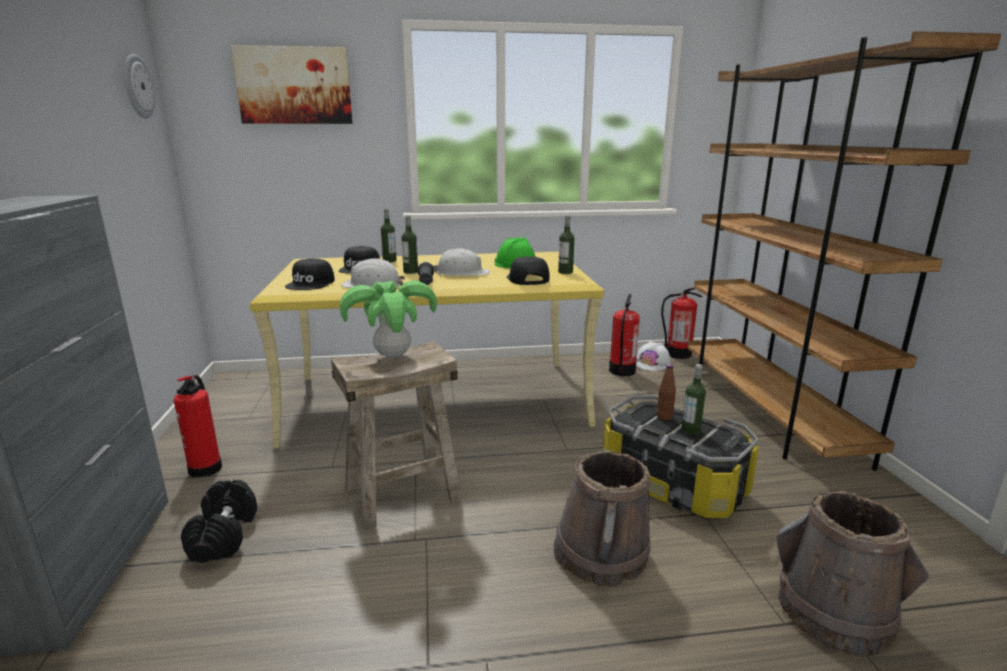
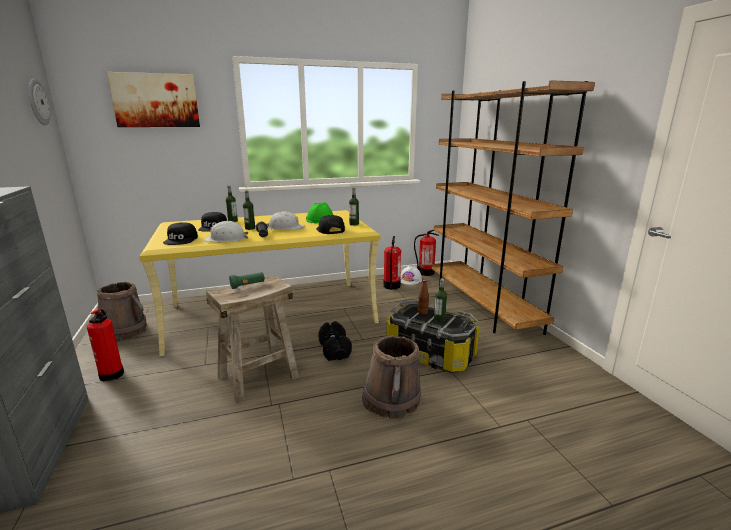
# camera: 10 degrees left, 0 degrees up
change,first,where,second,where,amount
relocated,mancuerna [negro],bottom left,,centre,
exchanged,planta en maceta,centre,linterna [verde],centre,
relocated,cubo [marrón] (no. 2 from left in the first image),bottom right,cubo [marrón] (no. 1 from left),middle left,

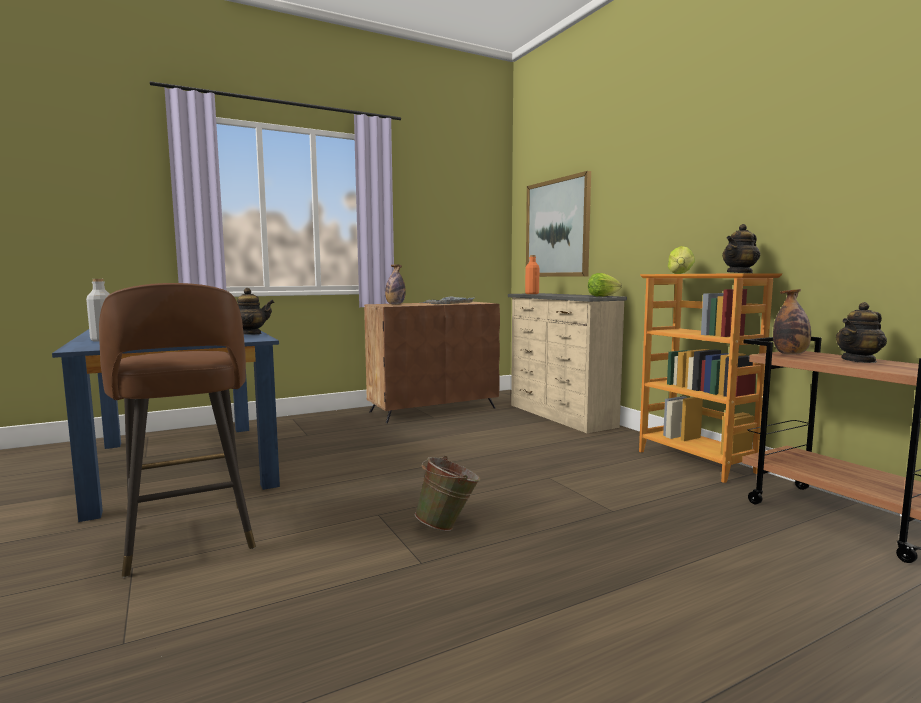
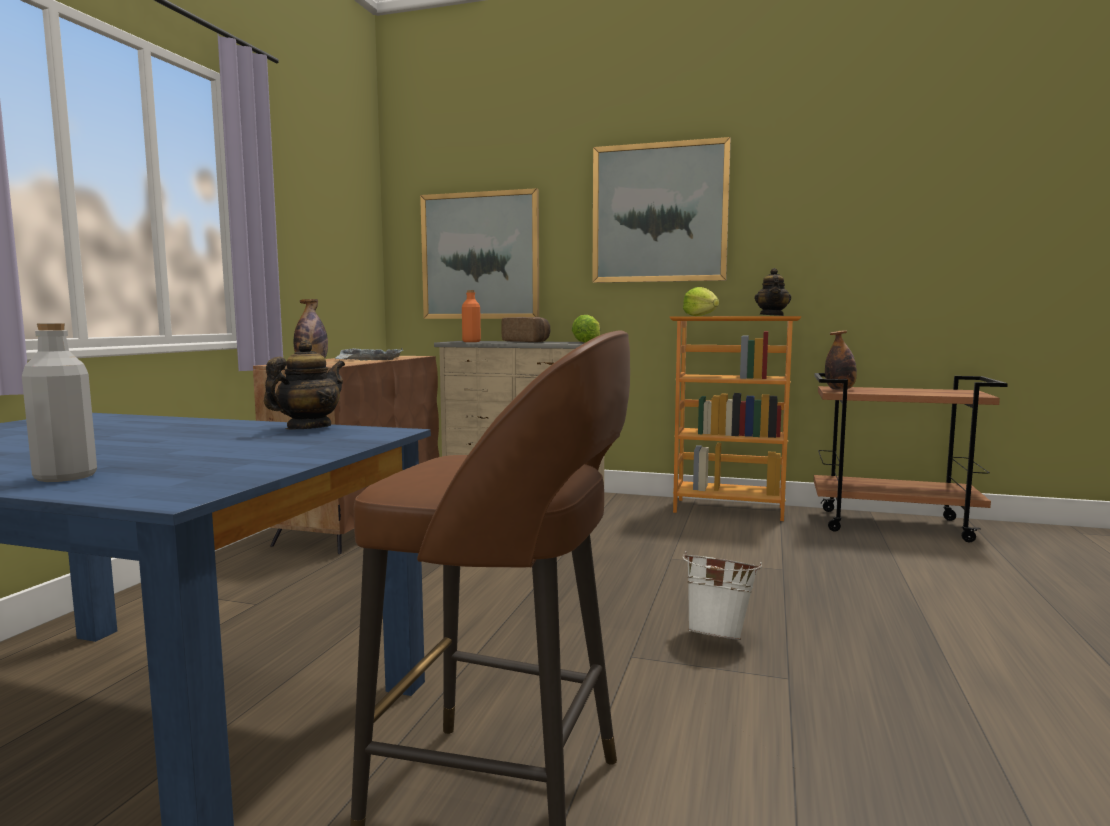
# camera: 45 degrees left, 0 degrees up
change,first,where,second,where,amount
colour,cubo [verde],bottom centre,cubo [blanco],bottom centre,
missing,tetera (no. 3 from left),middle right,,,
appeared,,,pan,centre,
appeared,,,cuadro (no. 2 from left),top centre,

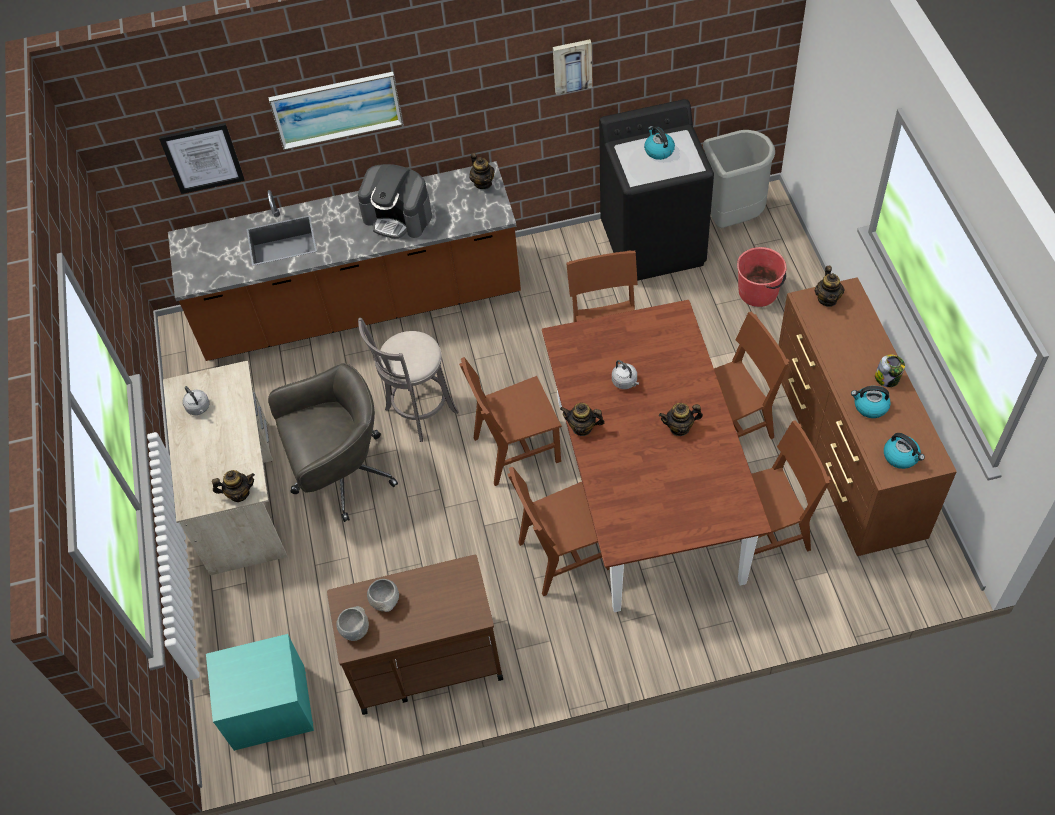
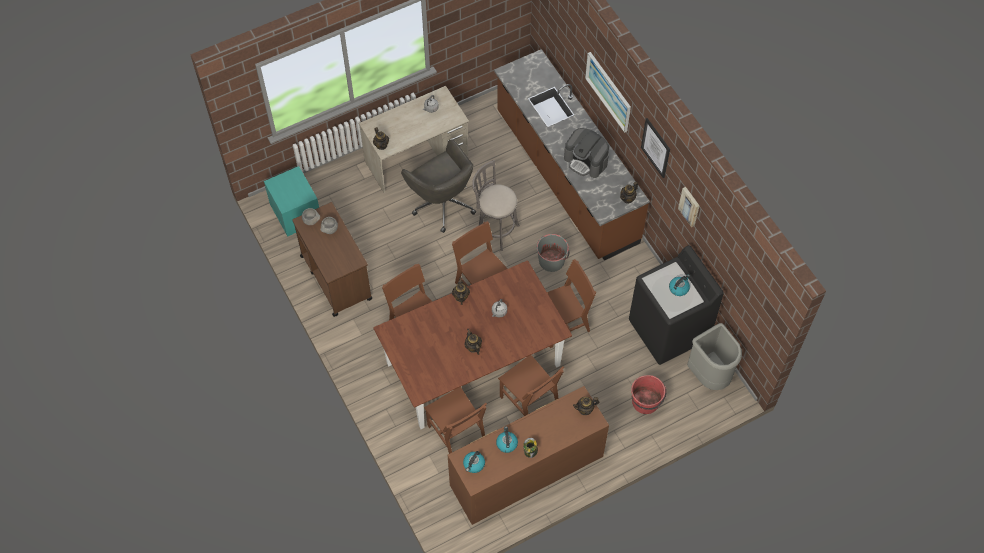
# camera: 70 degrees right, 5 degrees up
change,first,where,second,where,amount
relocated,cuadro (no. 1 from left in the first image),top left,cuadro (no. 2 from left),top centre,
spun,cafetera,top centre,,top centre,60 degrees counterclockwise
appeared,,,cubo [gris],centre,

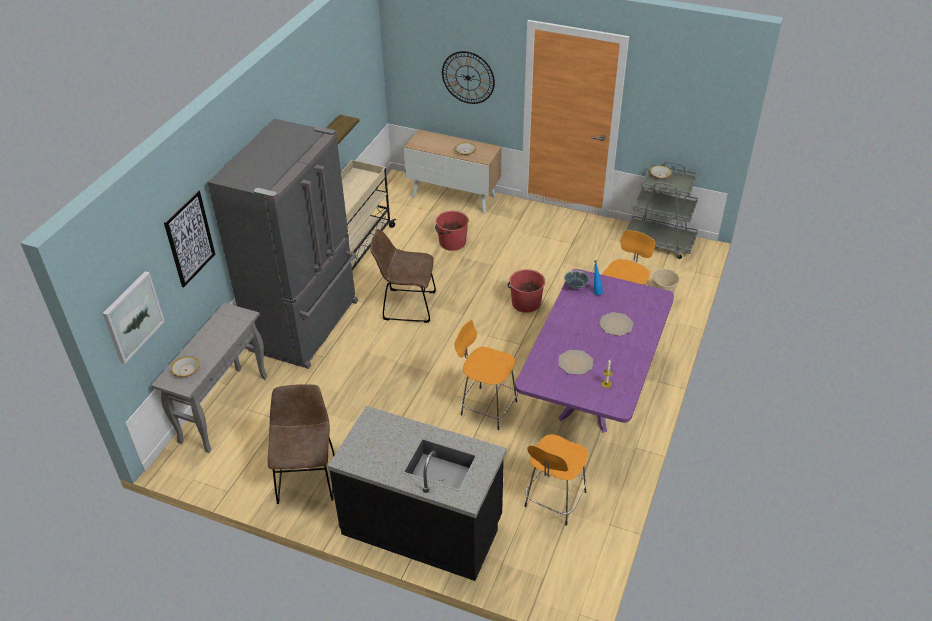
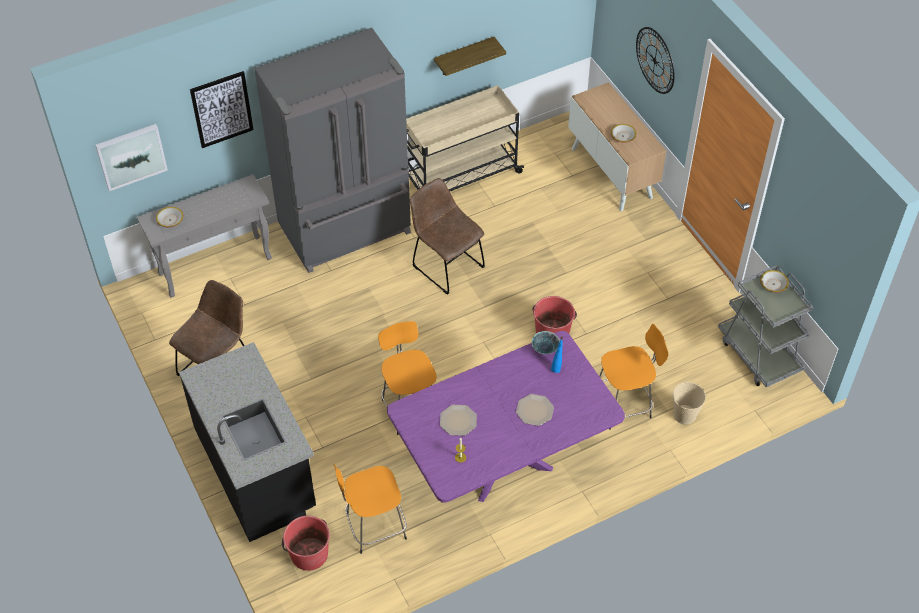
# camera: 40 degrees right, 10 degrees up
change,first,where,second,where,amount
relocated,cubo [rojo] (no. 1 from left),centre,,bottom left,

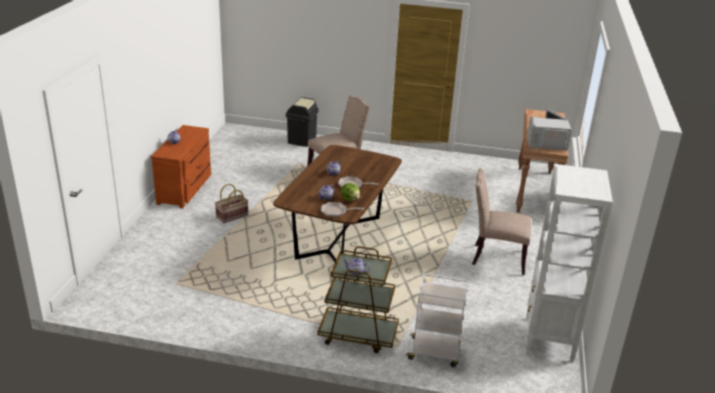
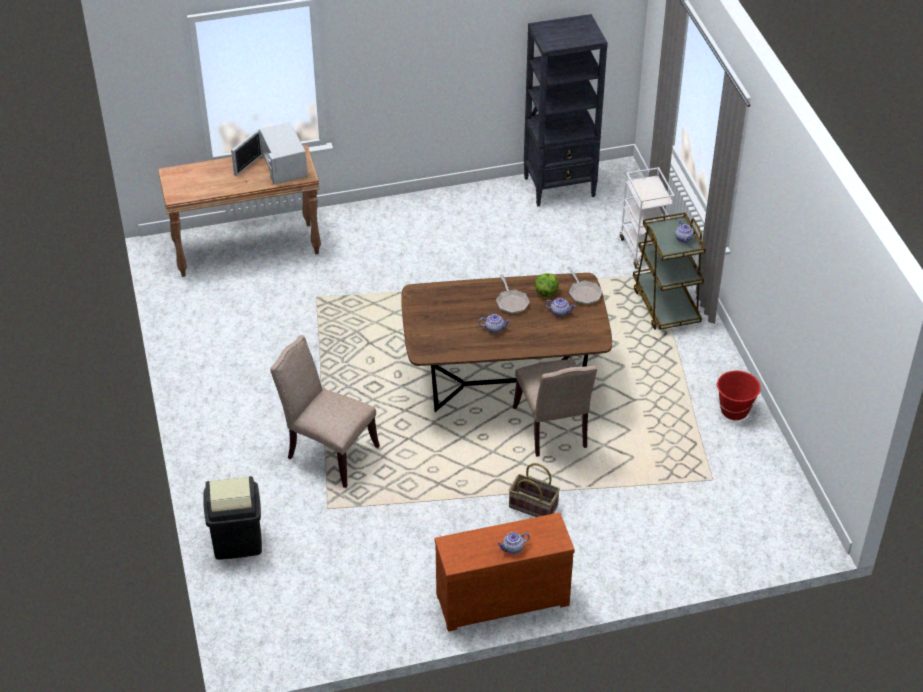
# camera: 115 degrees left, 15 degrees up
change,first,where,second,where,amount
relocated,silla [beis] (no. 2 from left),middle right,,centre,
colour,estantería [blanco],bottom right,estantería [negro],top centre,
appeared,,,cubo [rojo],middle right,

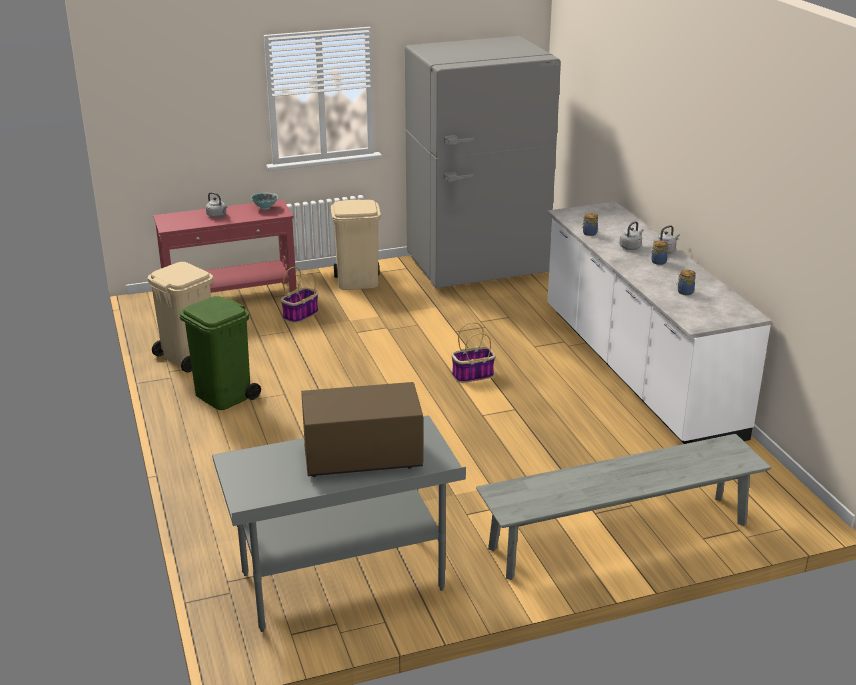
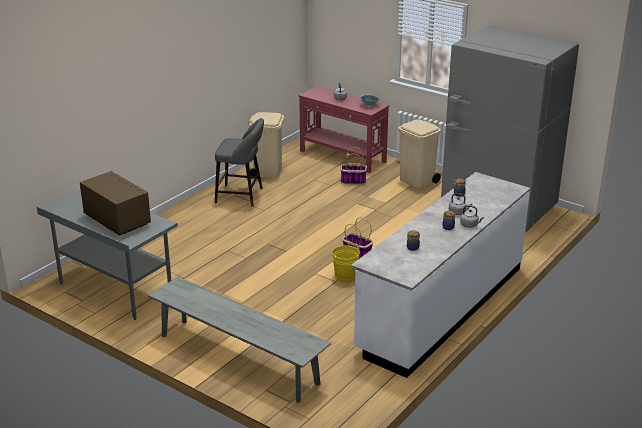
# camera: 55 degrees right, 0 degrees up
change,first,where,second,where,amount
exchanged,papelera [verde],middle left,taburete [gris],centre,
appeared,,,cubo [amarillo],centre,

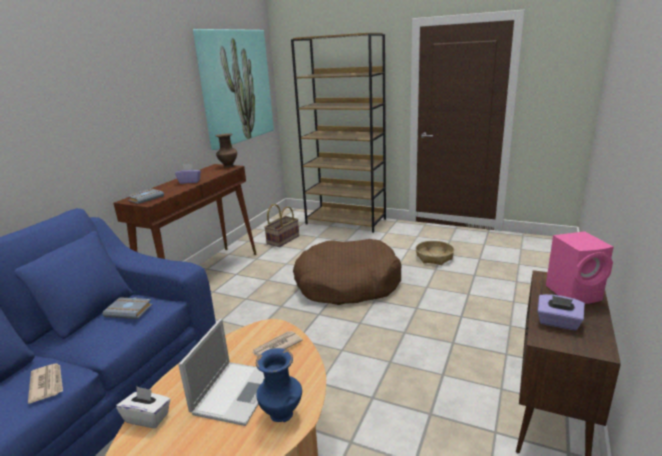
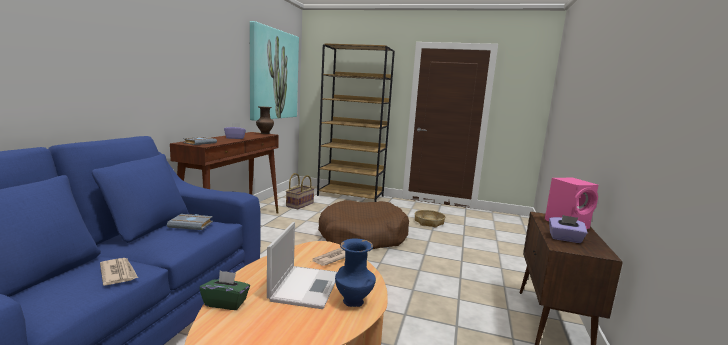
# camera: 10 degrees left, 10 degrees down
change,first,where,second,where,amount
colour,caja de pañuelos [blanco],bottom left,caja de pañuelos [verde],bottom left,

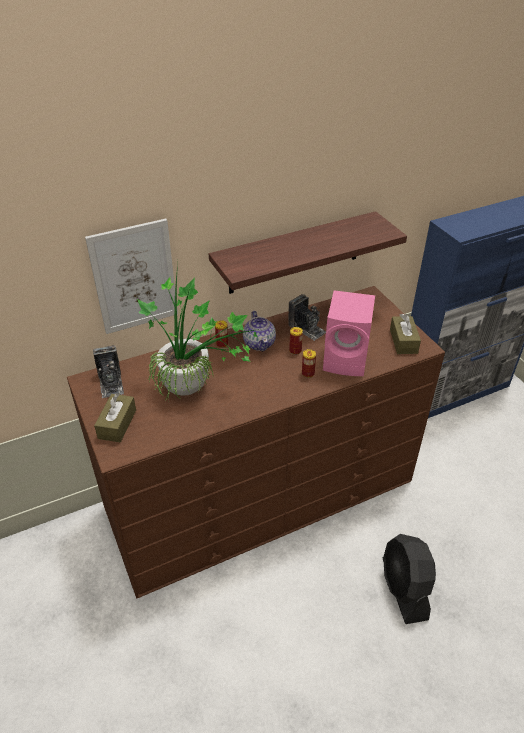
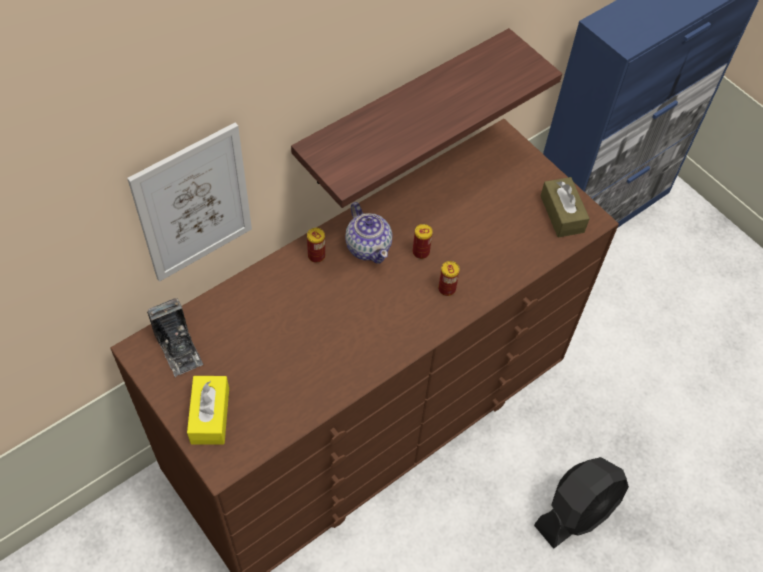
# camera: 15 degrees left, 15 degrees up
change,first,where,second,where,amount
colour,caja de pañuelos [marrón] (no. 1 from left),middle left,caja de pañuelos [amarillo],bottom left,
missing,planta en maceta,centre,,,
missing,cámara (no. 2 from left),centre,,,
missing,altavoz [rosa],centre,,,
spun,ventilador [negro],bottom right,,bottom right,105 degrees counterclockwise

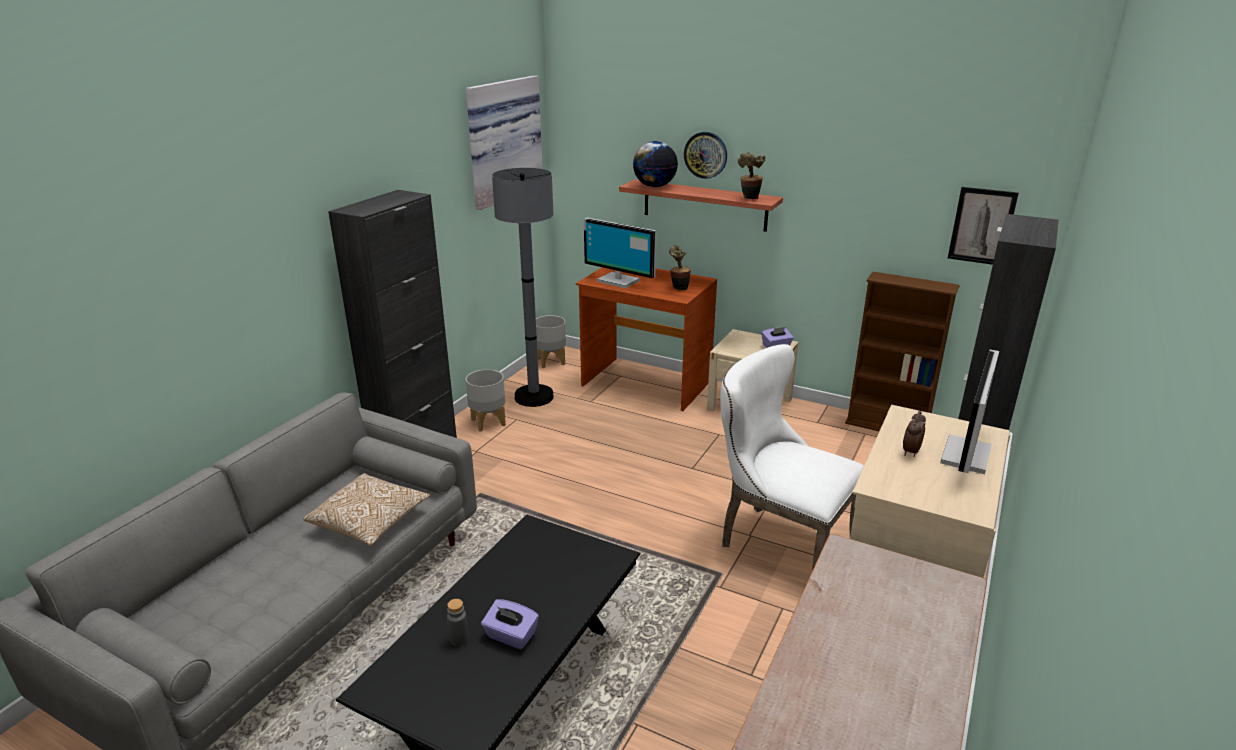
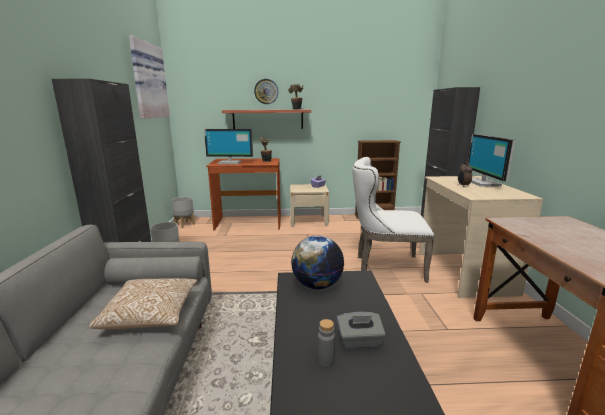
# camera: 30 degrees left, 10 degrees down
change,first,where,second,where,amount
colour,caja de pañuelos [morado] (no. 1 from left),bottom centre,caja de pañuelos [gris],bottom centre,
missing,lámpara de pie [gris],centre,,,
relocated,globo terráqueo,top centre,,centre,
missing,cuadro (no. 2 from left),top right,,,

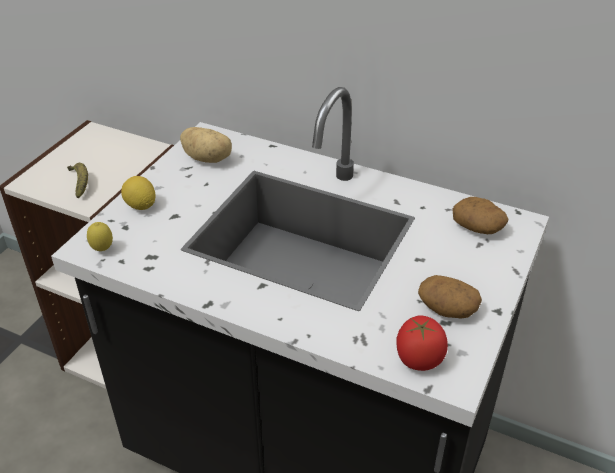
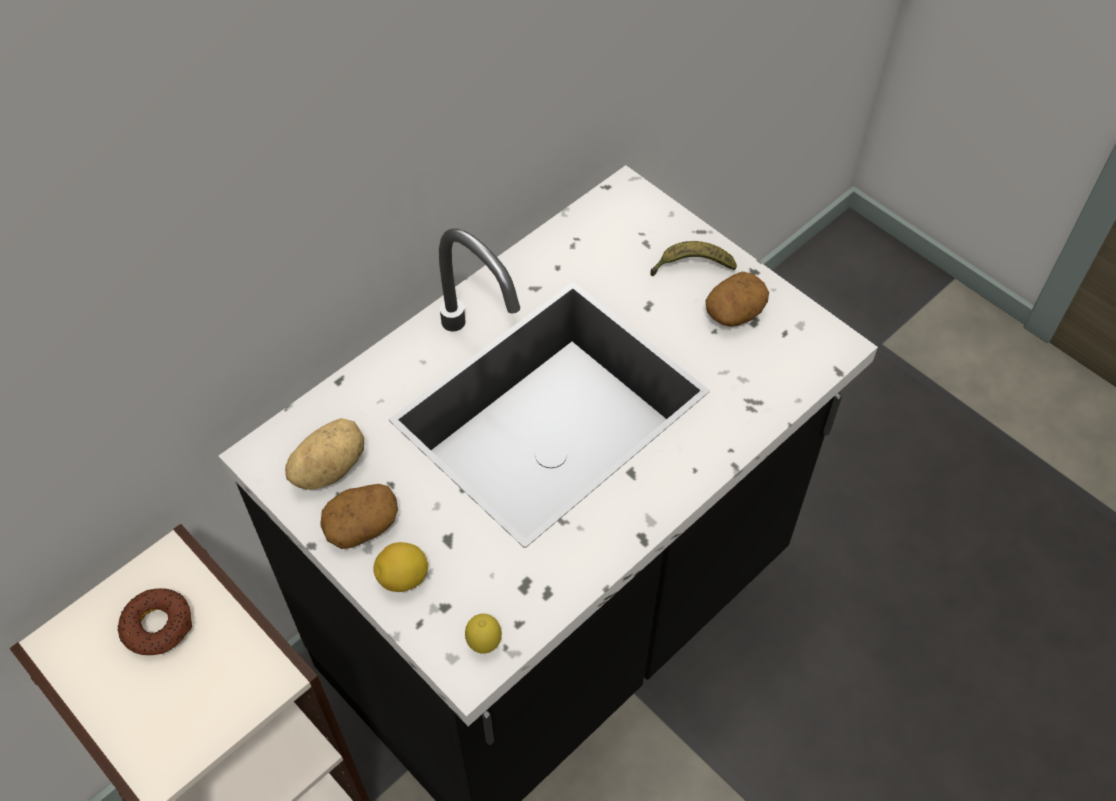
# camera: 70 degrees left, 15 degrees up
change,first,where,second,where,amount
relocated,plátano,middle left,,top centre,
missing,tomate,bottom right,,,
relocated,patata (no. 3 from left in the first image),middle right,patata (no. 2 from left),middle left,
appeared,,,rosquilla,bottom left,

